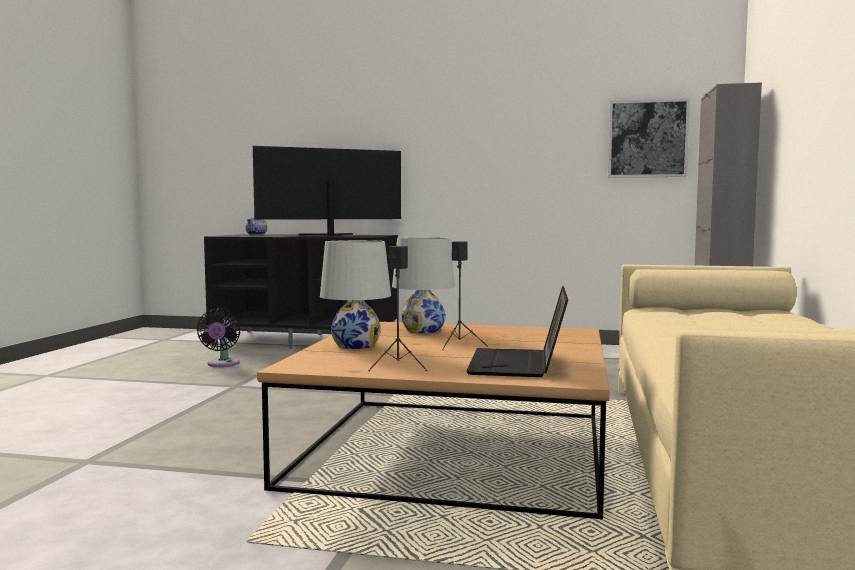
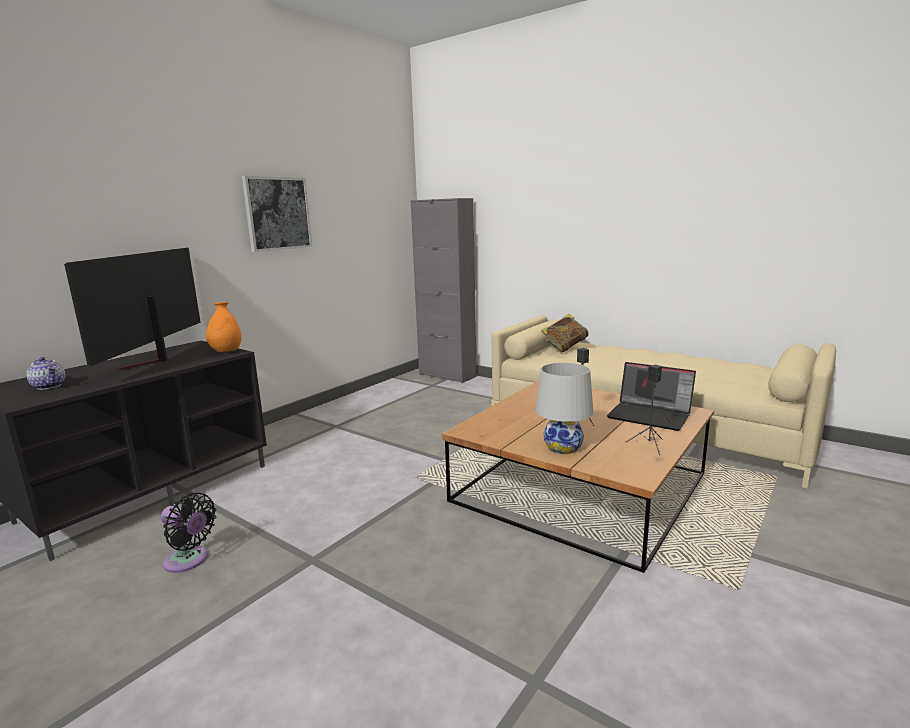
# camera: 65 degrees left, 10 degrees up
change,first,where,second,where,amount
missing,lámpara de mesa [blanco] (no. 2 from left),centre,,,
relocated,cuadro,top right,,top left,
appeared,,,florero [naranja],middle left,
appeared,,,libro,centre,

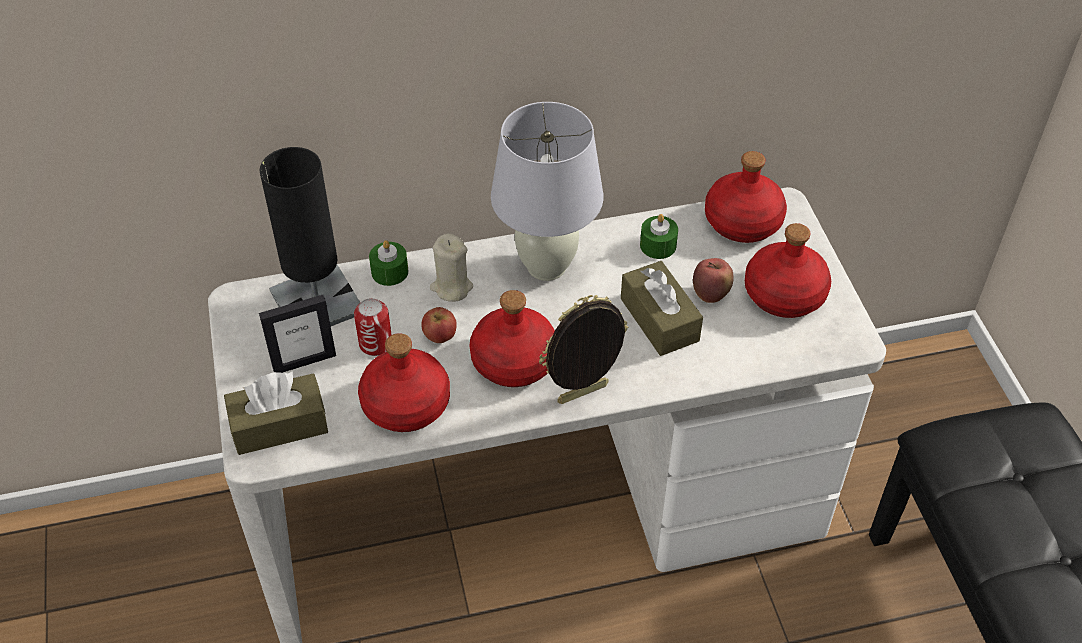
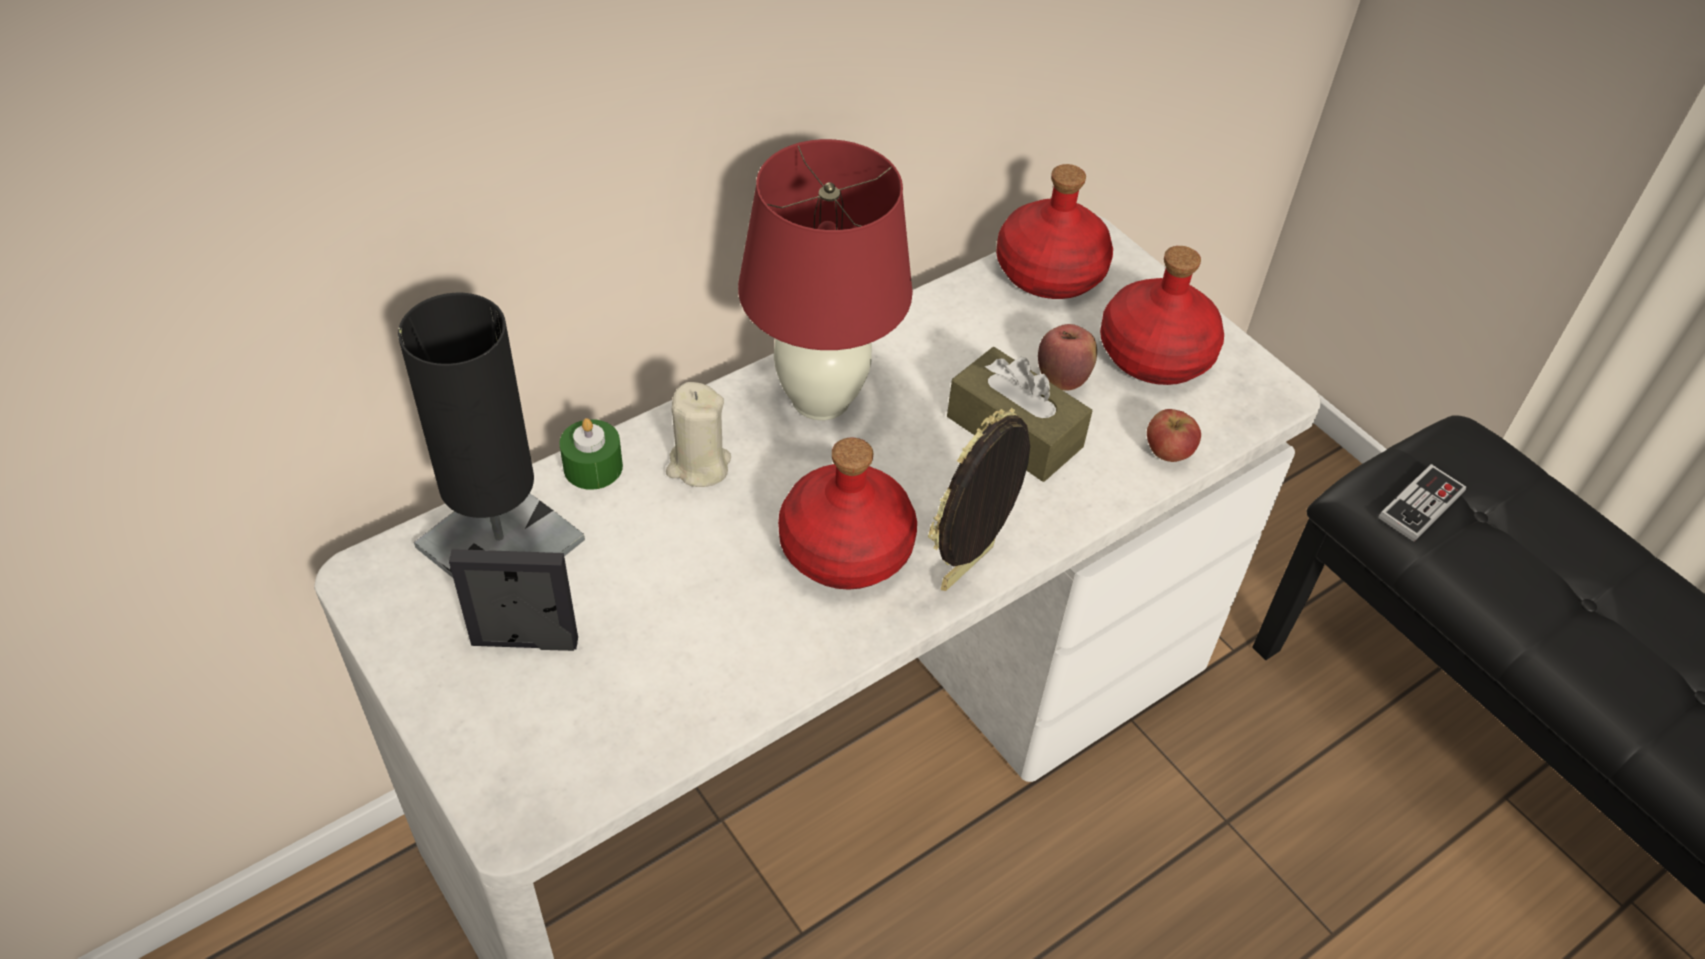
# camera: 25 degrees left, 0 degrees up
change,first,where,second,where,amount
missing,caja de pañuelos [marrón] (no. 1 from left),middle left,,,
spun,portarretratos (no. 1 from left),middle left,,middle left,135 degrees counterclockwise
missing,lata,centre,,,
missing,botella [rojo] (no. 1 from left),centre,,,
relocated,manzana (no. 1 from left in the first image),centre,manzana (no. 2 from left),middle right,
colour,lámpara de mesa [blanco],top centre,lámpara de mesa [rojo],top centre,
missing,vela [verde] (no. 2 from left),centre,,,
appeared,,,mando de consola,middle right,

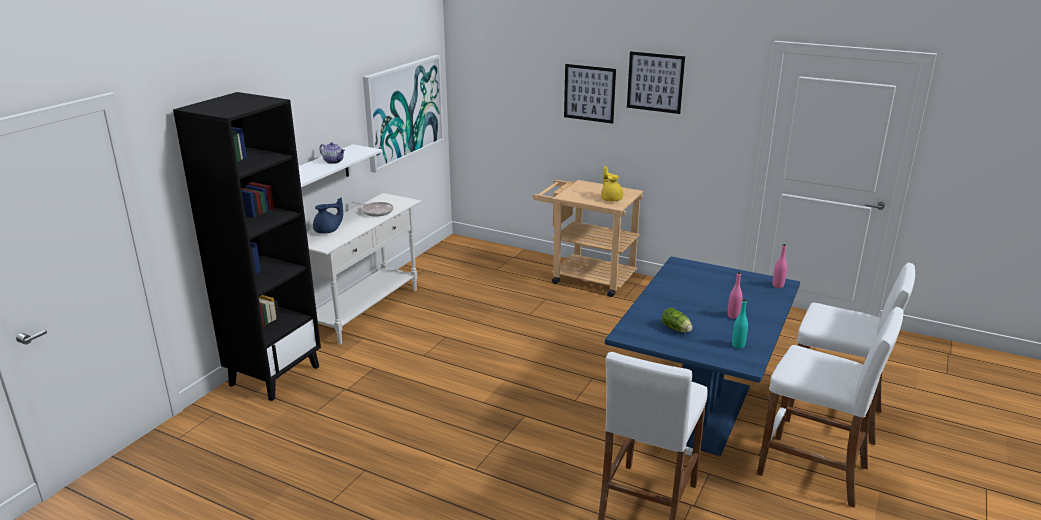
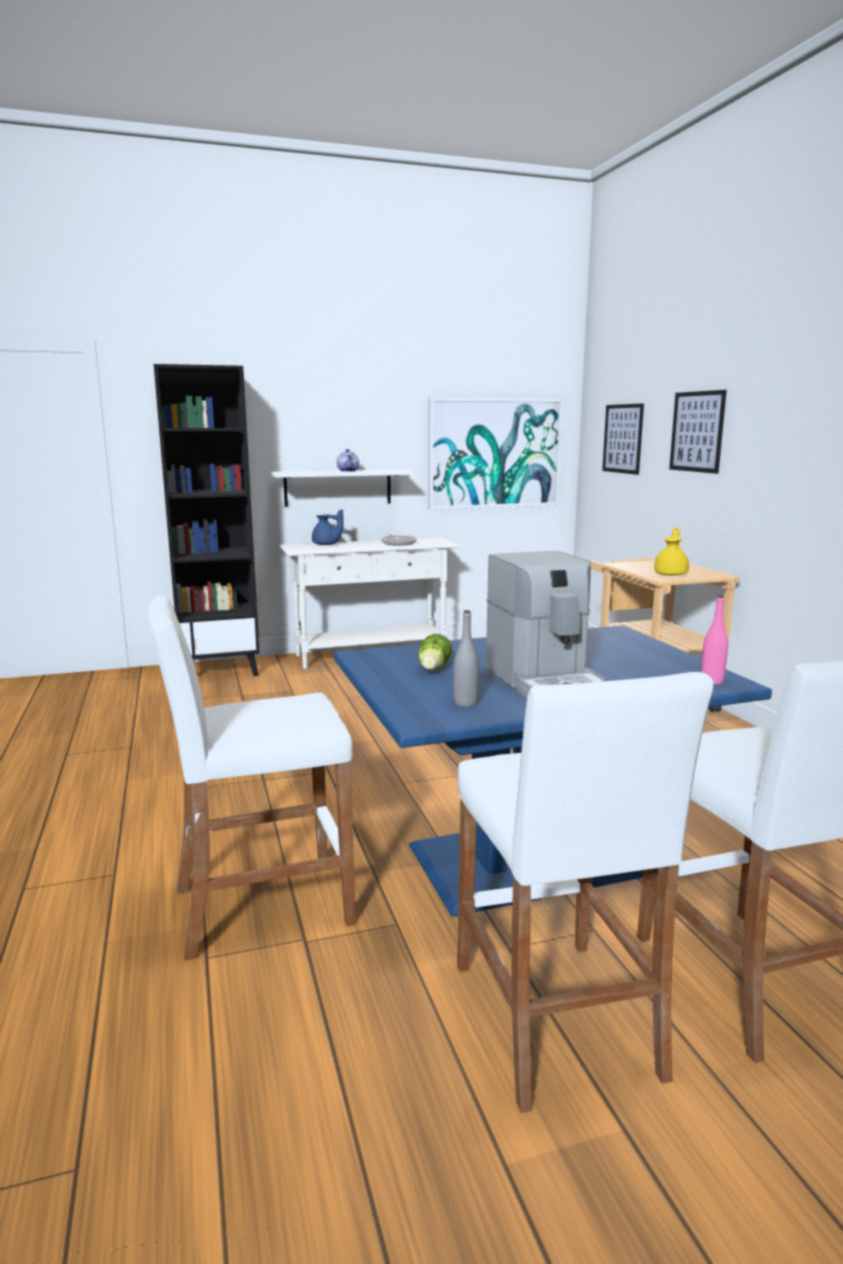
# camera: 45 degrees right, 10 degrees down
change,first,where,second,where,amount
relocated,cuadro (no. 3 from left in the first image),top centre,cuadro (no. 2 from left),middle right,
exchanged,botella [rosa] (no. 1 from left),middle right,cafetera,centre,
colour,botella [turquesa],middle right,botella [gris],centre,

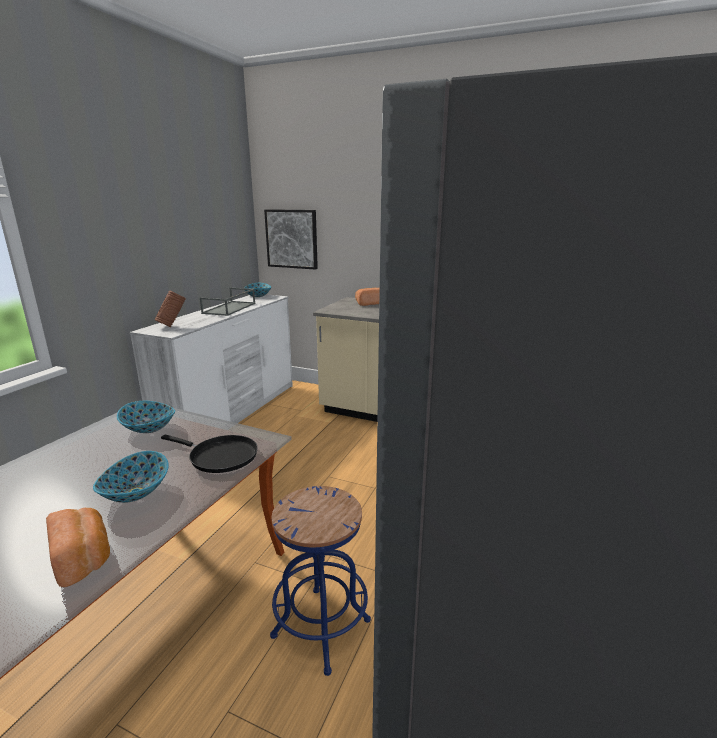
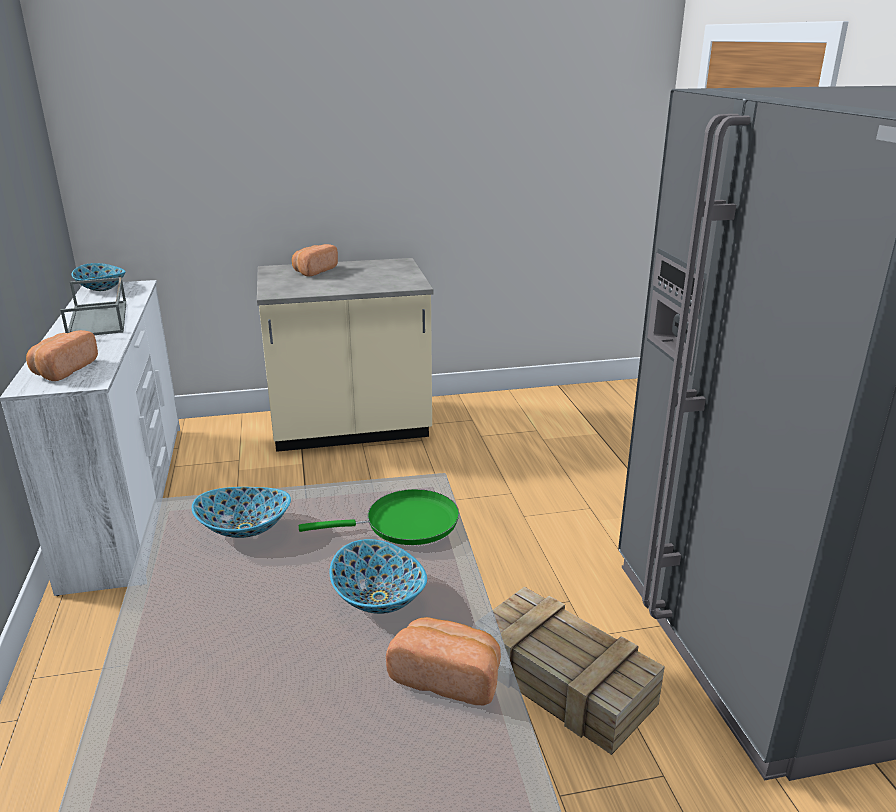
# camera: 35 degrees left, 5 degrees up
change,first,where,second,where,amount
exchanged,florero [marrón],middle left,pan (no. 1 from left),middle left,
colour,sartén [negro],middle left,sartén [verde],centre,
missing,cuadro,top centre,,,
exchanged,taburete [azul],bottom centre,caja de embalaje,bottom centre,

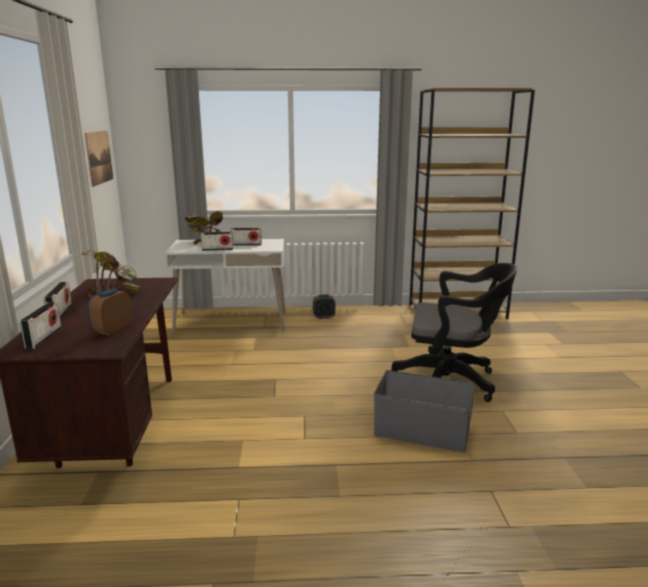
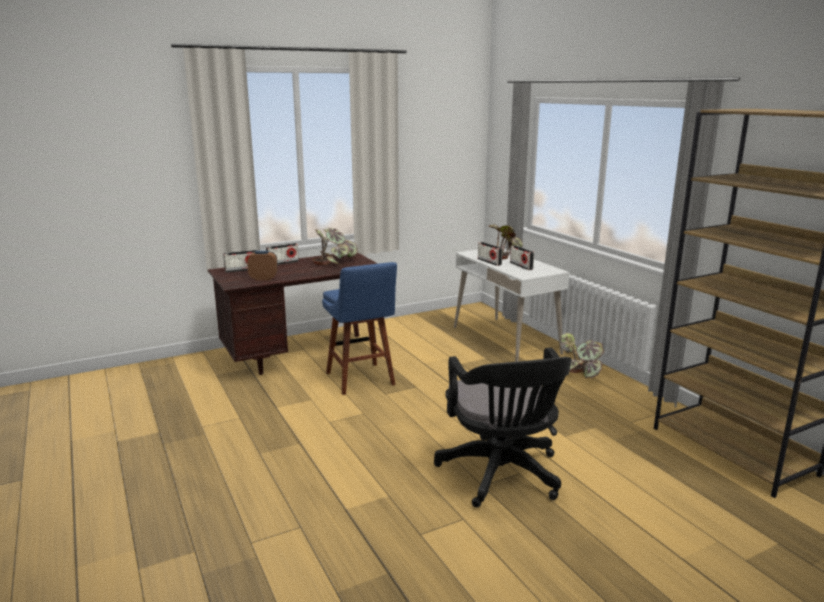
# camera: 65 degrees right, 0 degrees up
change,first,where,second,where,amount
missing,cuadro,top left,,,
exchanged,despertador (no. 2 from left),centre,planta en maceta (no. 3 from left),middle right,
missing,caja de almacenaje [gris],bottom centre,,,
appeared,,,taburete [azul],centre,

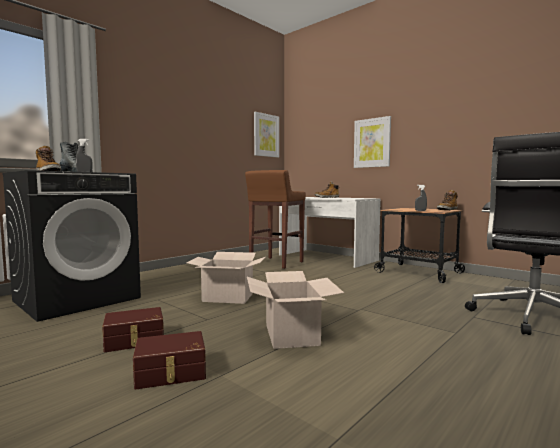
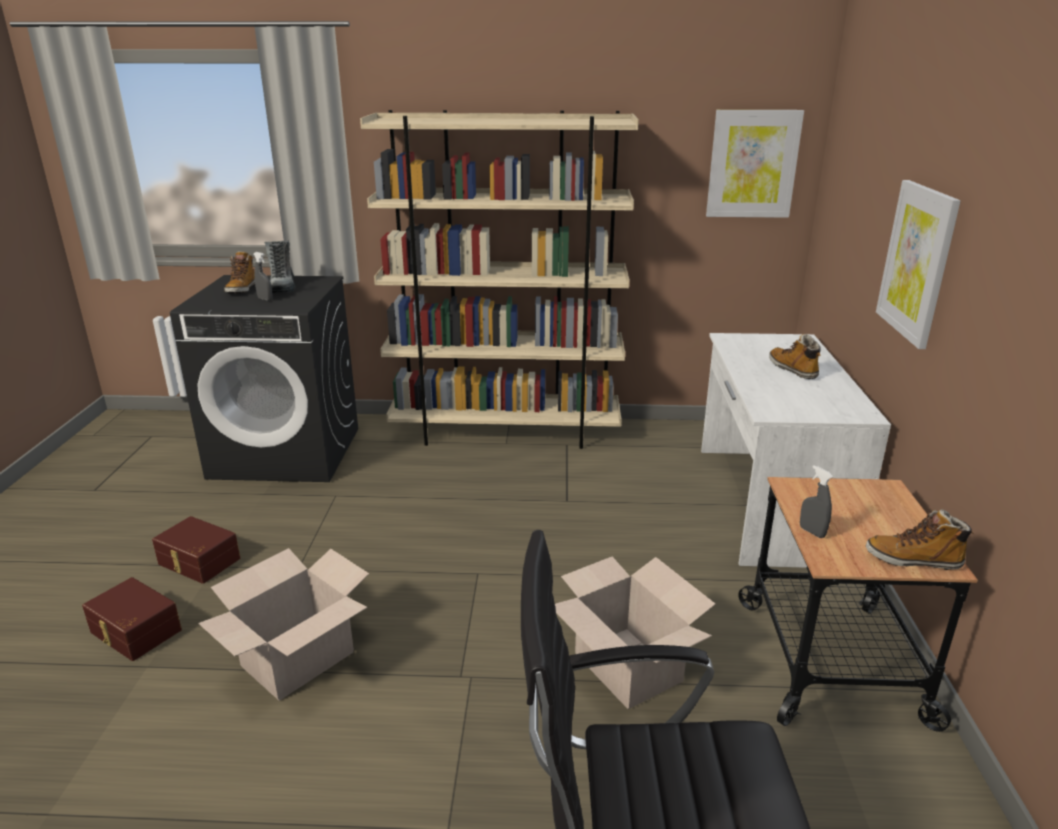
# camera: 50 degrees right, 20 degrees up
change,first,where,second,where,amount
relocated,caja de cartón (no. 1 from left in the first image),centre,caja de cartón (no. 2 from left),bottom centre,
missing,taburete [marrón],centre,,,
appeared,,,estantería [beis],centre,

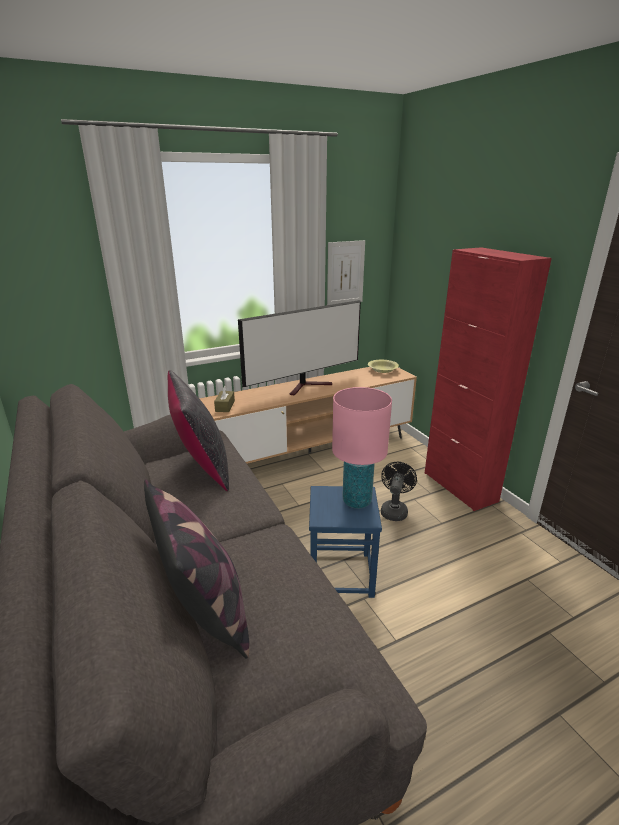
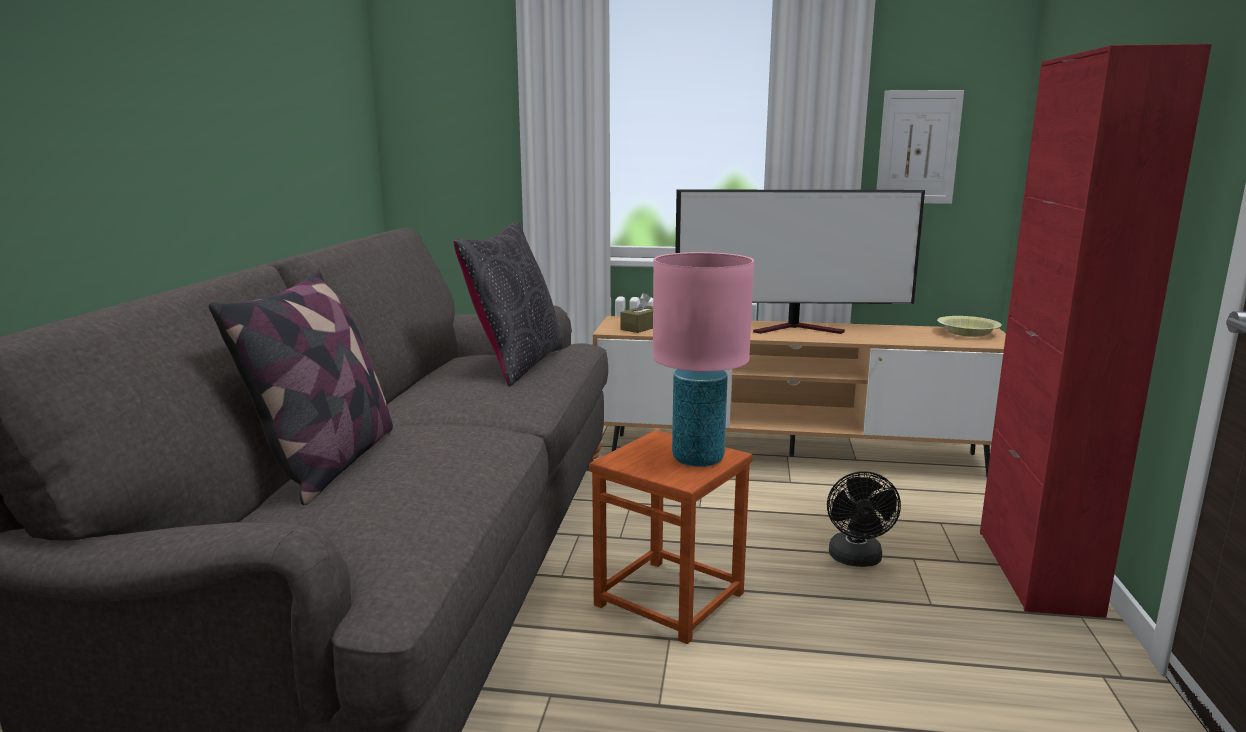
# camera: 35 degrees right, 10 degrees down
change,first,where,second,where,amount
colour,taburete [azul],centre,taburete [marrón],bottom centre,
spun,ventilador [negro],centre,,bottom right,135 degrees clockwise

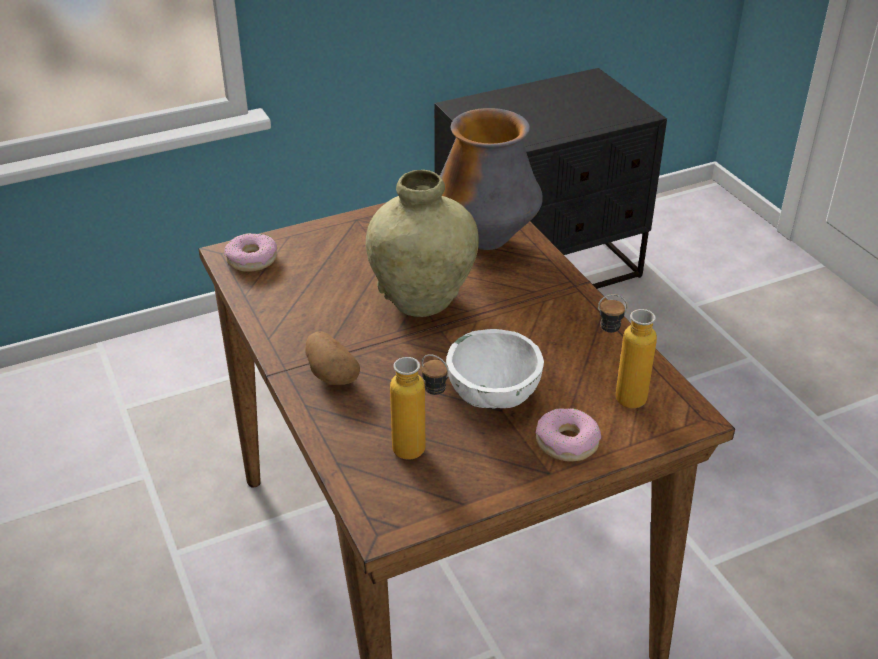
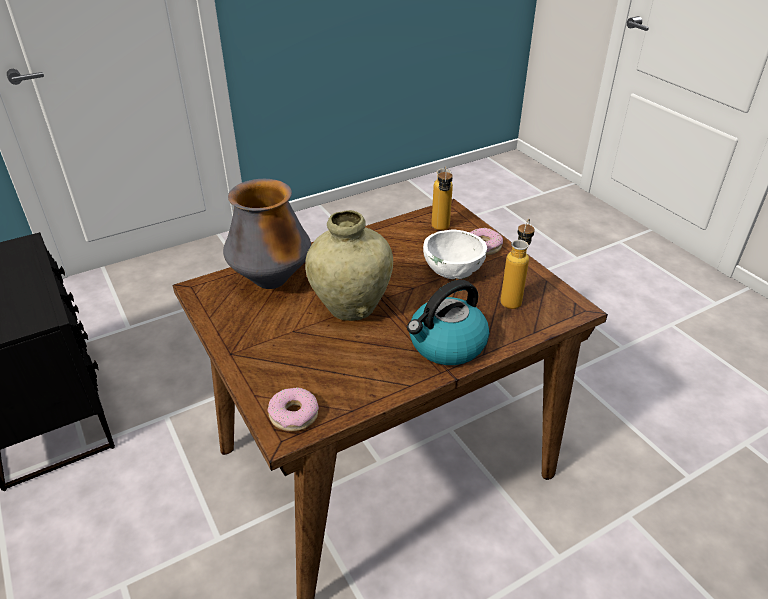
# camera: 95 degrees left, 0 degrees up
change,first,where,second,where,amount
exchanged,patata,centre,hervidor,centre,

